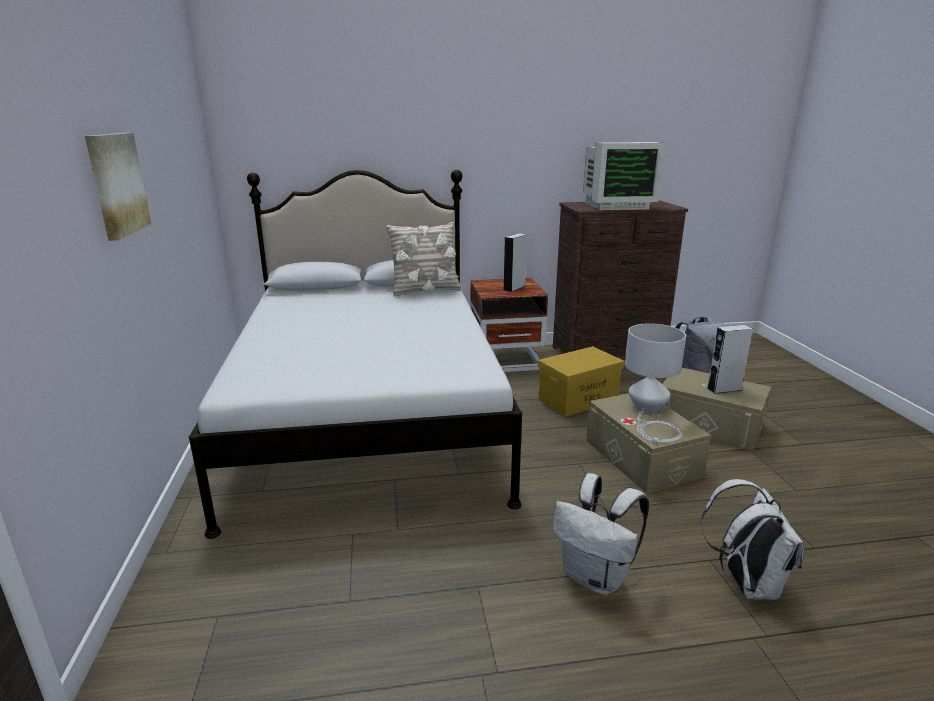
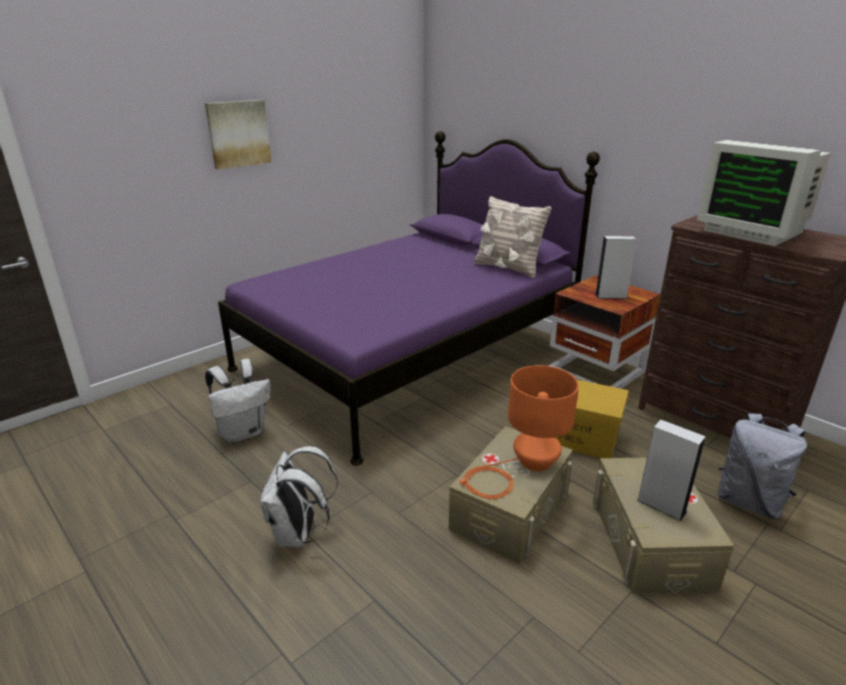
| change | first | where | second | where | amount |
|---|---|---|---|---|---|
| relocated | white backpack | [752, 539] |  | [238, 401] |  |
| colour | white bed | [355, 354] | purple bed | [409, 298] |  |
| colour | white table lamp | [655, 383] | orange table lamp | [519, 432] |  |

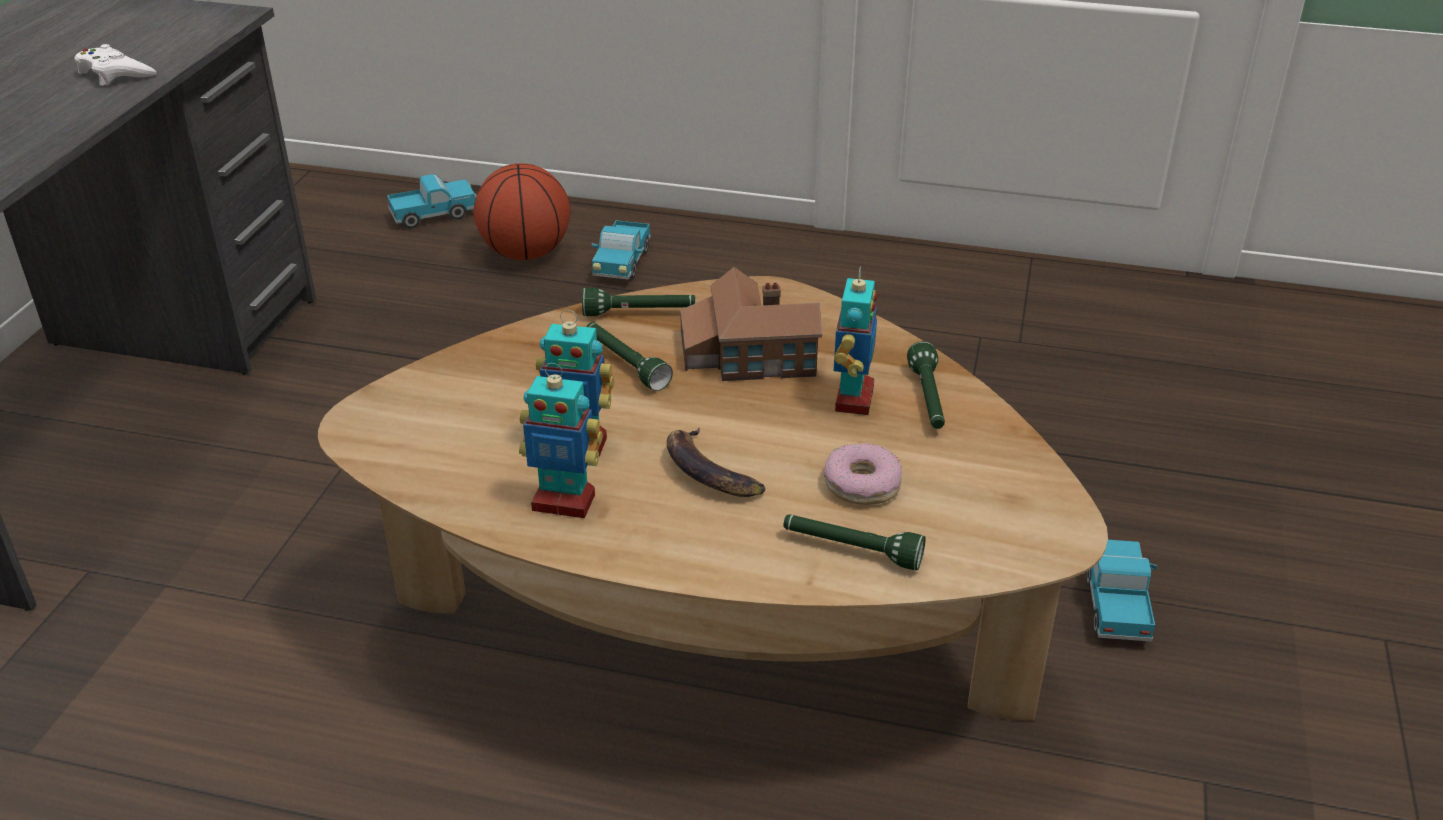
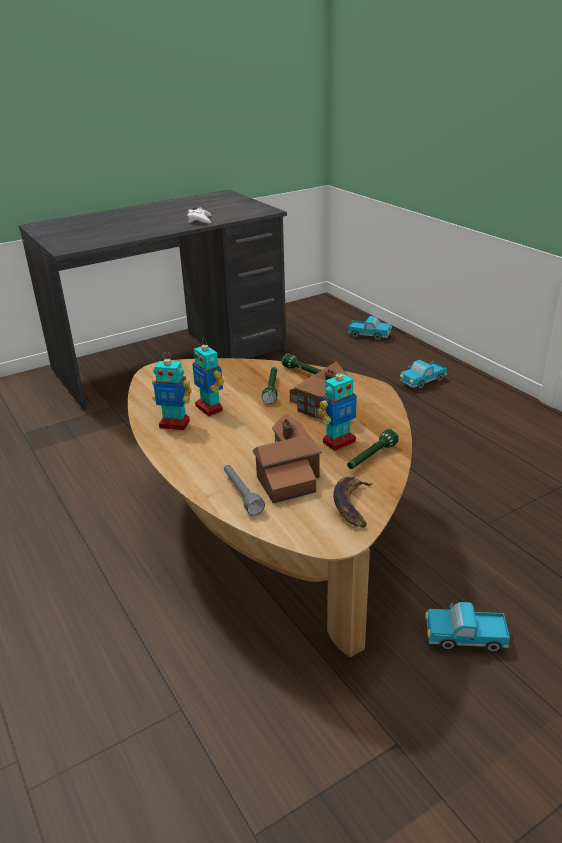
| change | first | where | second | where | amount |
|---|---|---|---|---|---|
| missing | basketball | [522, 211] |  |  |  |
| relocated | banana | [716, 462] |  | [353, 502] |  |
| exchanged | donut | [863, 474] | toy house | [287, 458] |  |
| colour | green flashlight | [854, 542] | grey flashlight | [244, 490] |  |
| spun | toy robot | [560, 440] |  | [172, 391] | 45 degrees counterclockwise |
| spun | toy truck | [1121, 591] |  | [467, 627] | 135 degrees counterclockwise |

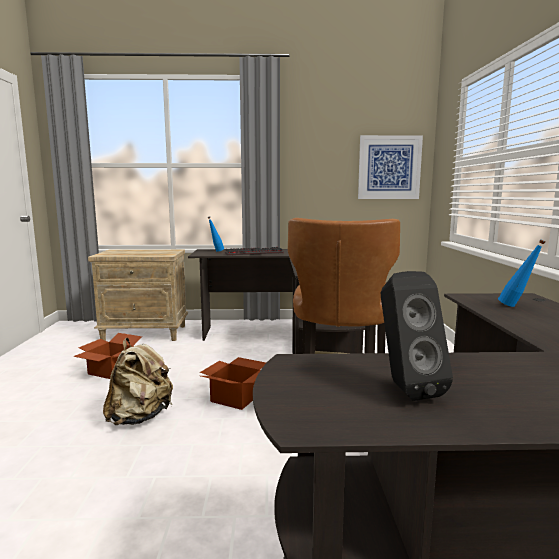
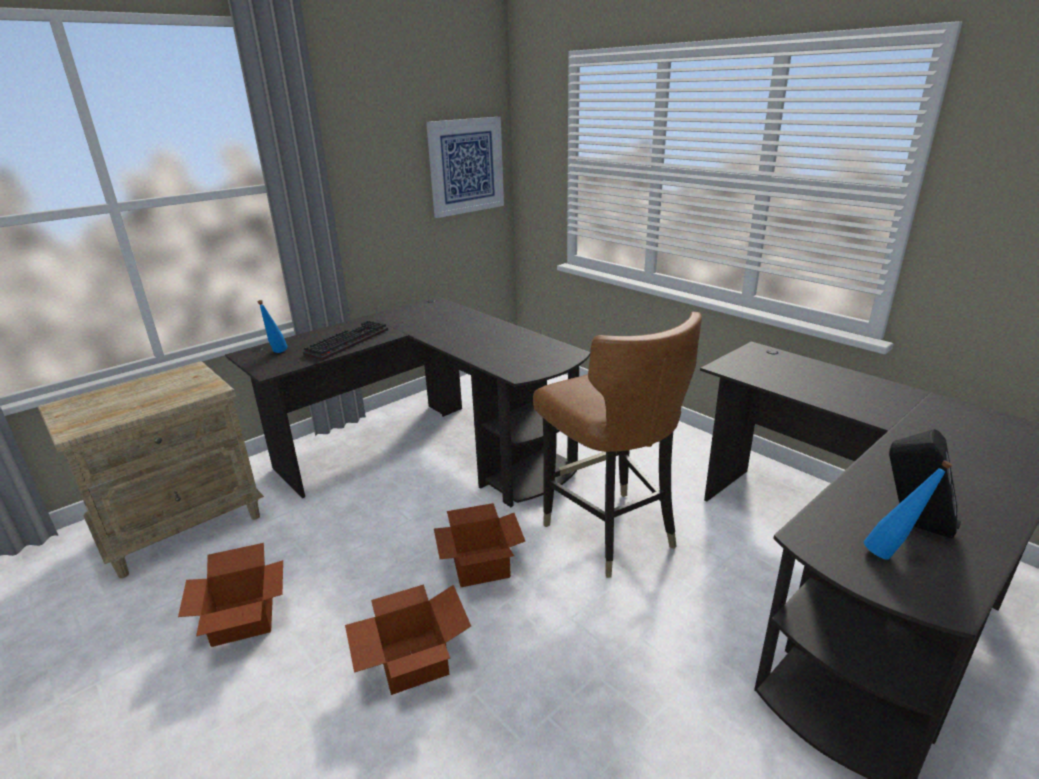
| change | first | where | second | where | amount |
|---|---|---|---|---|---|
| relocated | blue bottle | [522, 273] |  | [908, 510] |  |
| exchanged | beige backpack | [138, 381] | cardboard box | [408, 639] |  |

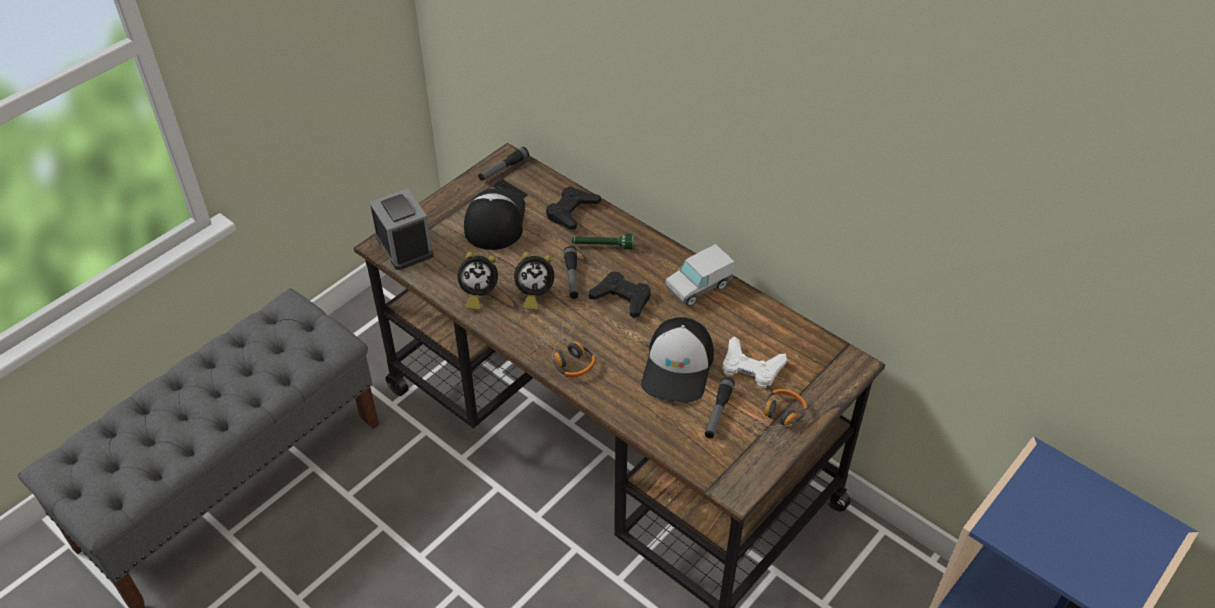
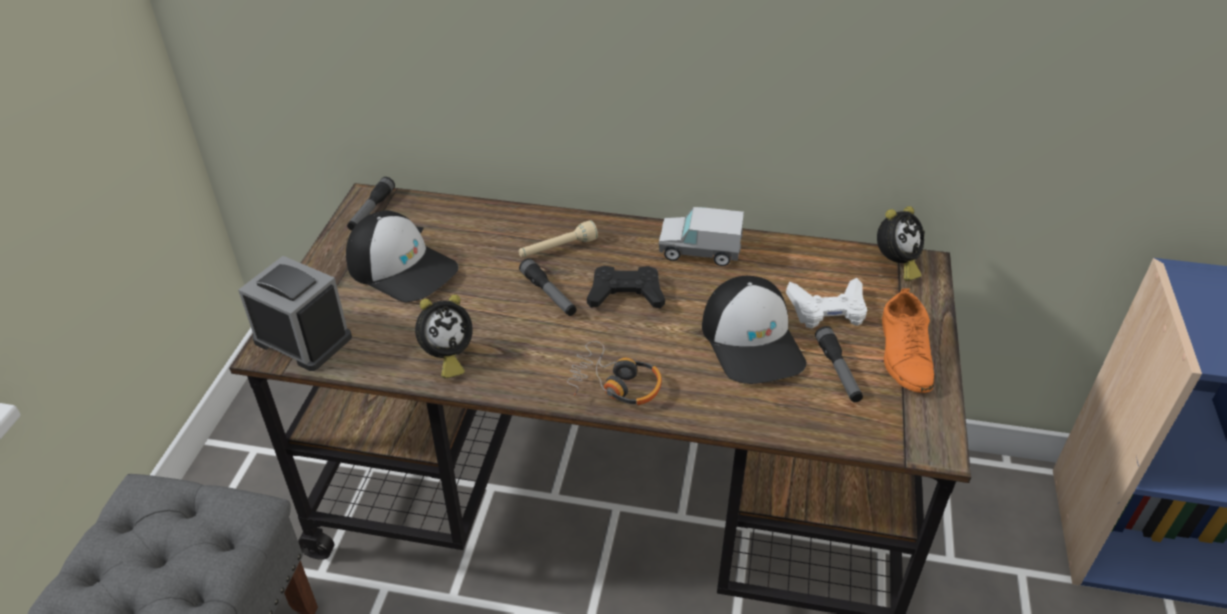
| change | first | where | second | where | amount |
|---|---|---|---|---|---|
| missing | black game controller | [573, 208] |  |  |  |
| relocated | alarm clock | [534, 281] |  | [901, 243] |  |
| exchanged | headphones | [772, 417] | orange shoe | [908, 341] |  |
| colour | green flashlight | [603, 242] | beige flashlight | [558, 238] |  |
| spun | cap | [494, 219] |  | [402, 256] | 150 degrees clockwise |
| spun | toy truck | [700, 275] |  | [701, 236] | 75 degrees clockwise |

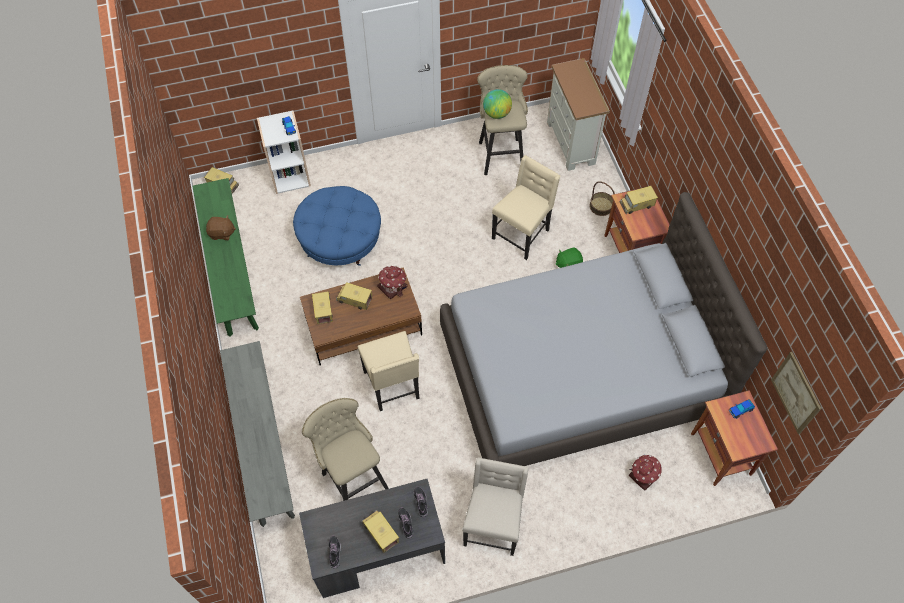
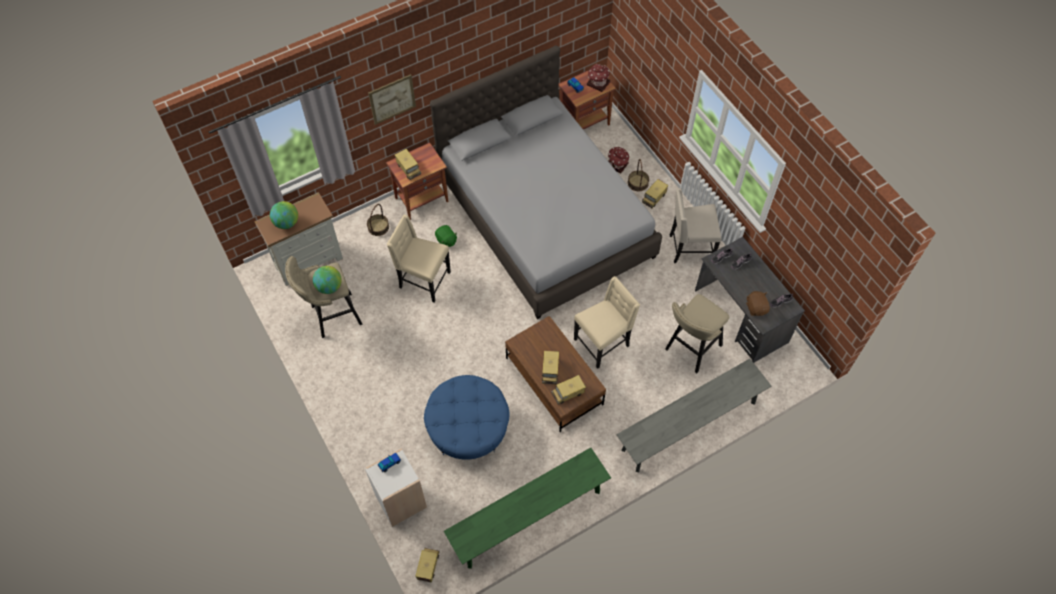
| change | first | where | second | where | amount |
|---|---|---|---|---|---|
| appeared |  |  | globe | [284, 215] |  |
| appeared |  |  | basket | [638, 175] |  |
| relocated | brown plush toy | [221, 227] |  | [758, 303] |  |
| relocated | toy truck | [380, 531] |  | [655, 194] |  |
| relocated | toy house | [392, 282] |  | [598, 78] |  |
| relocated | picture | [796, 393] |  | [392, 99] |  |

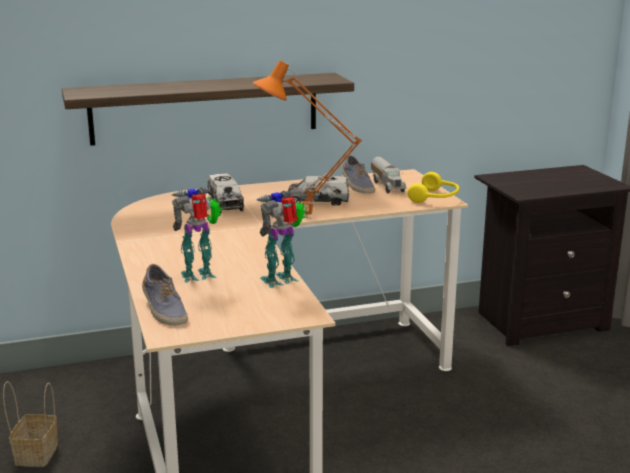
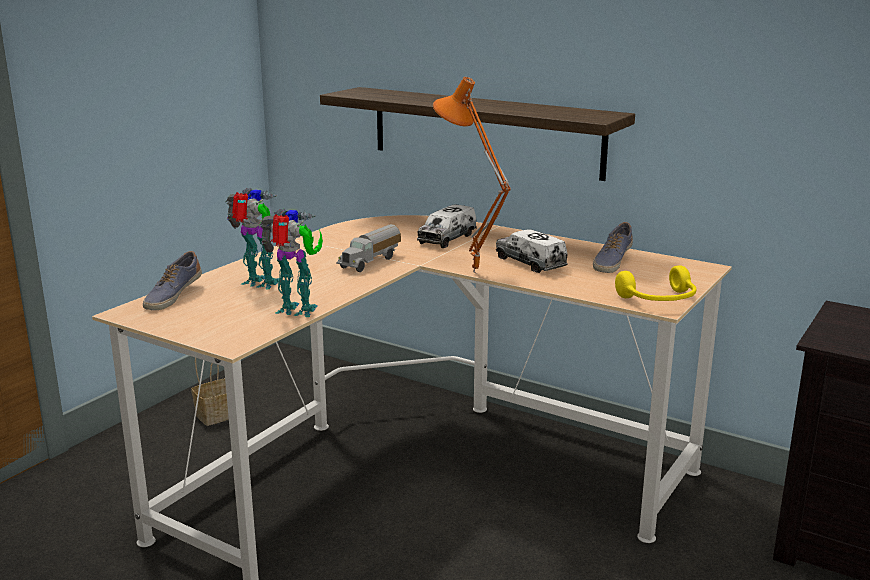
| change | first | where | second | where | amount |
|---|---|---|---|---|---|
| relocated | toy truck | [389, 174] |  | [368, 248] |  |

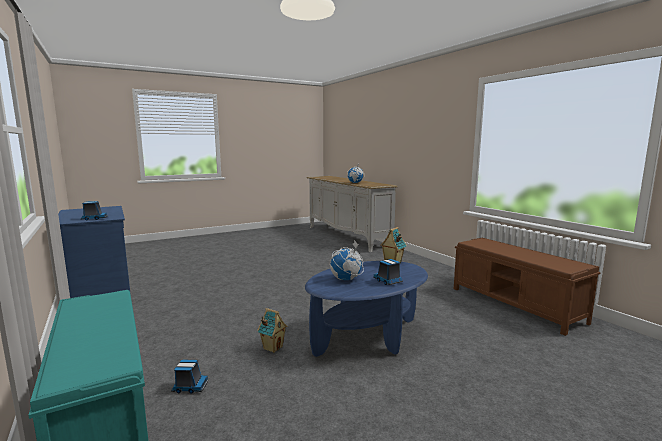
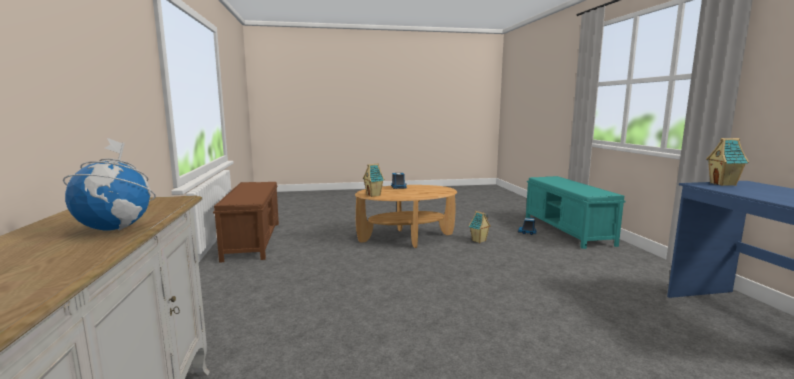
| change | first | where | second | where | amount |
|---|---|---|---|---|---|
| missing | globe | [347, 260] |  |  |  |
| exchanged | toy truck | [94, 211] | toy house | [727, 162] |  |
| colour | blue coffee table | [366, 309] | brown coffee table | [406, 216] |  |

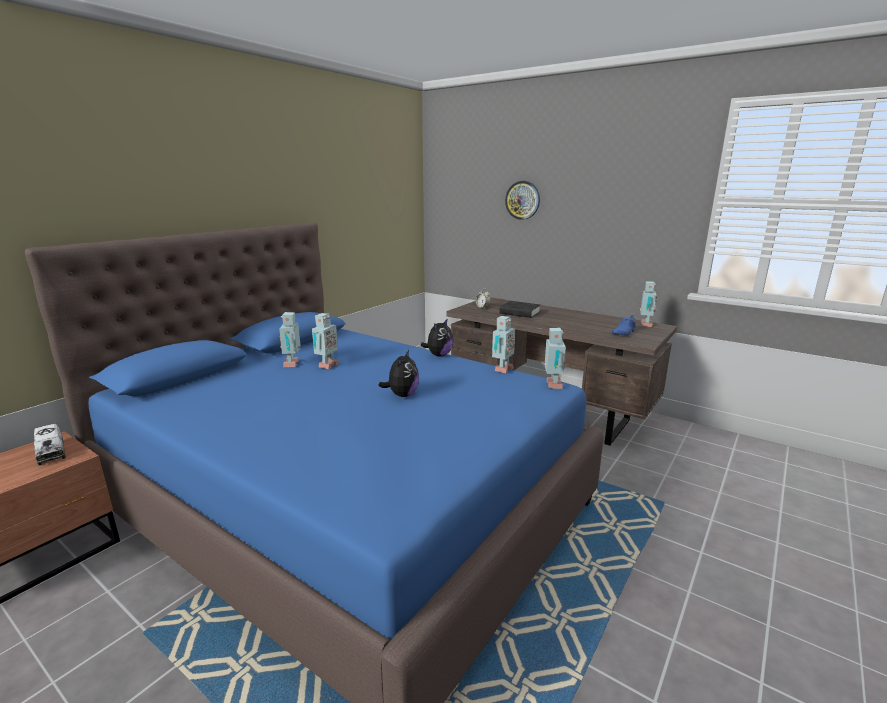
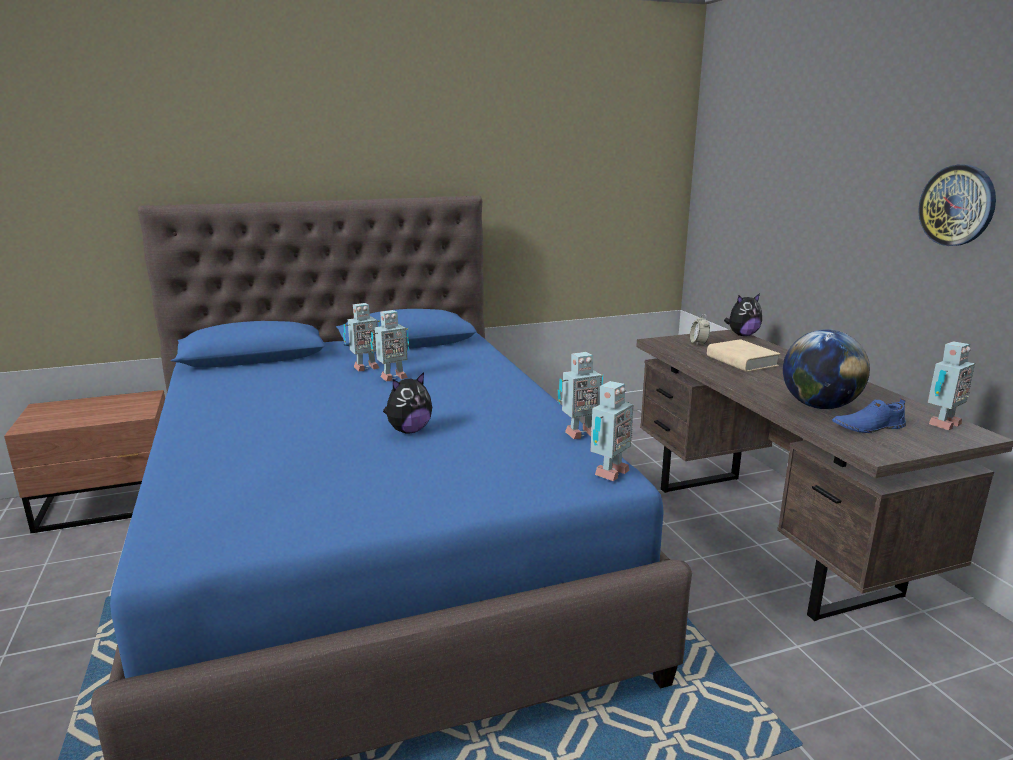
| change | first | where | second | where | amount |
|---|---|---|---|---|---|
| missing | toy truck | [50, 444] |  |  |  |
| appeared |  |  | globe | [826, 369] |  |
| relocated | plush toy | [437, 337] |  | [743, 314] |  |
| relocated | wall clock | [522, 200] |  | [957, 205] |  |
| colour | black book | [519, 309] | beige book | [743, 355] |  |
| spun | toy robot | [290, 339] |  | [361, 337] | 150 degrees counterclockwise |

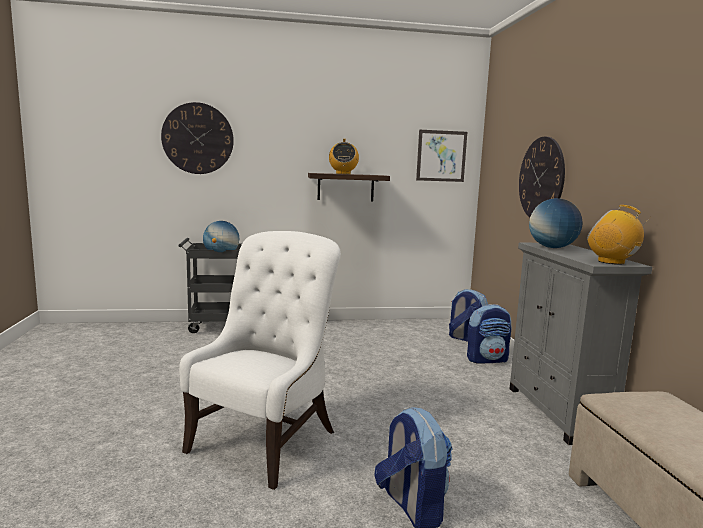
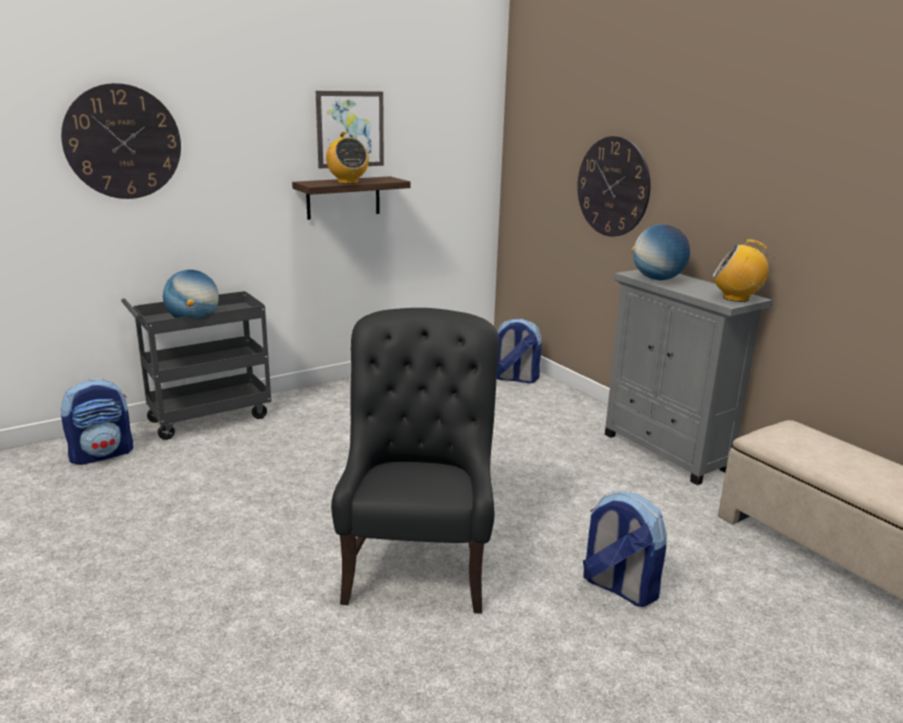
| change | first | where | second | where | amount |
|---|---|---|---|---|---|
| relocated | picture | [441, 156] |  | [350, 130] |  |
| relocated | backpack | [489, 333] |  | [96, 421] |  |
| colour | white chair | [260, 360] | black chair | [415, 461] |  |

